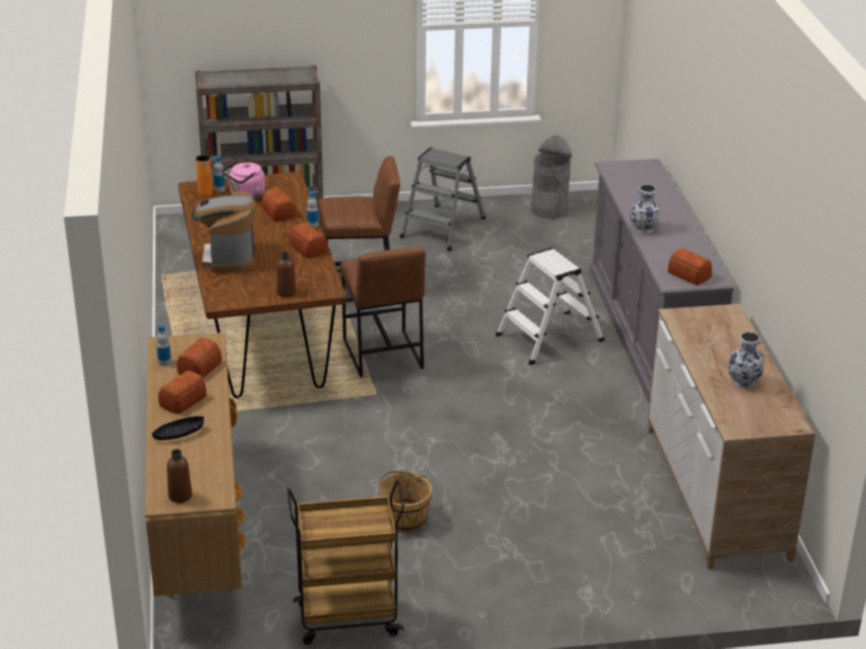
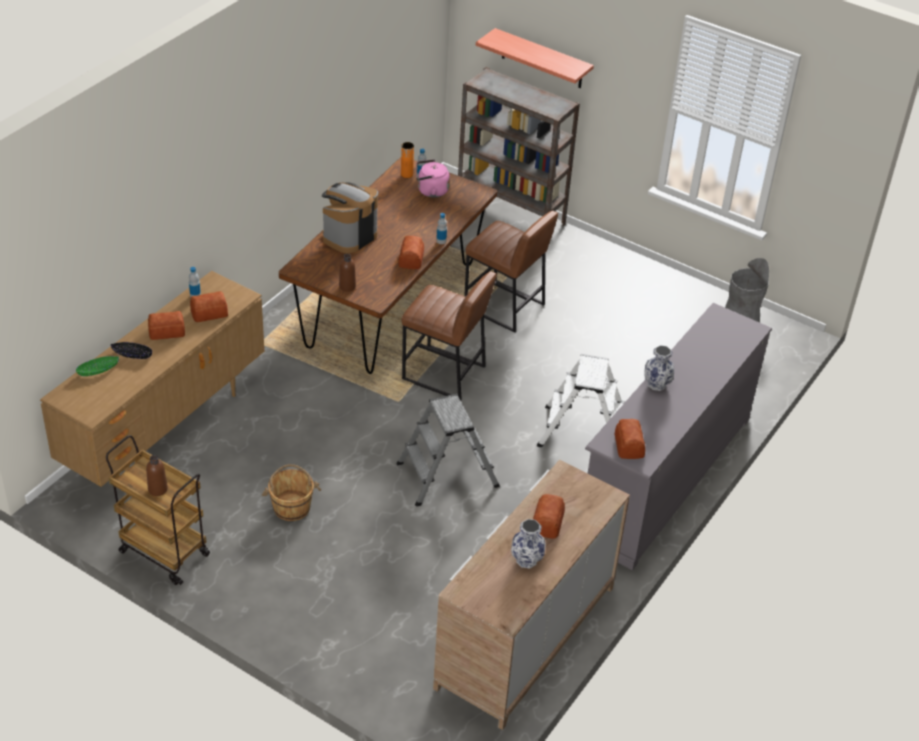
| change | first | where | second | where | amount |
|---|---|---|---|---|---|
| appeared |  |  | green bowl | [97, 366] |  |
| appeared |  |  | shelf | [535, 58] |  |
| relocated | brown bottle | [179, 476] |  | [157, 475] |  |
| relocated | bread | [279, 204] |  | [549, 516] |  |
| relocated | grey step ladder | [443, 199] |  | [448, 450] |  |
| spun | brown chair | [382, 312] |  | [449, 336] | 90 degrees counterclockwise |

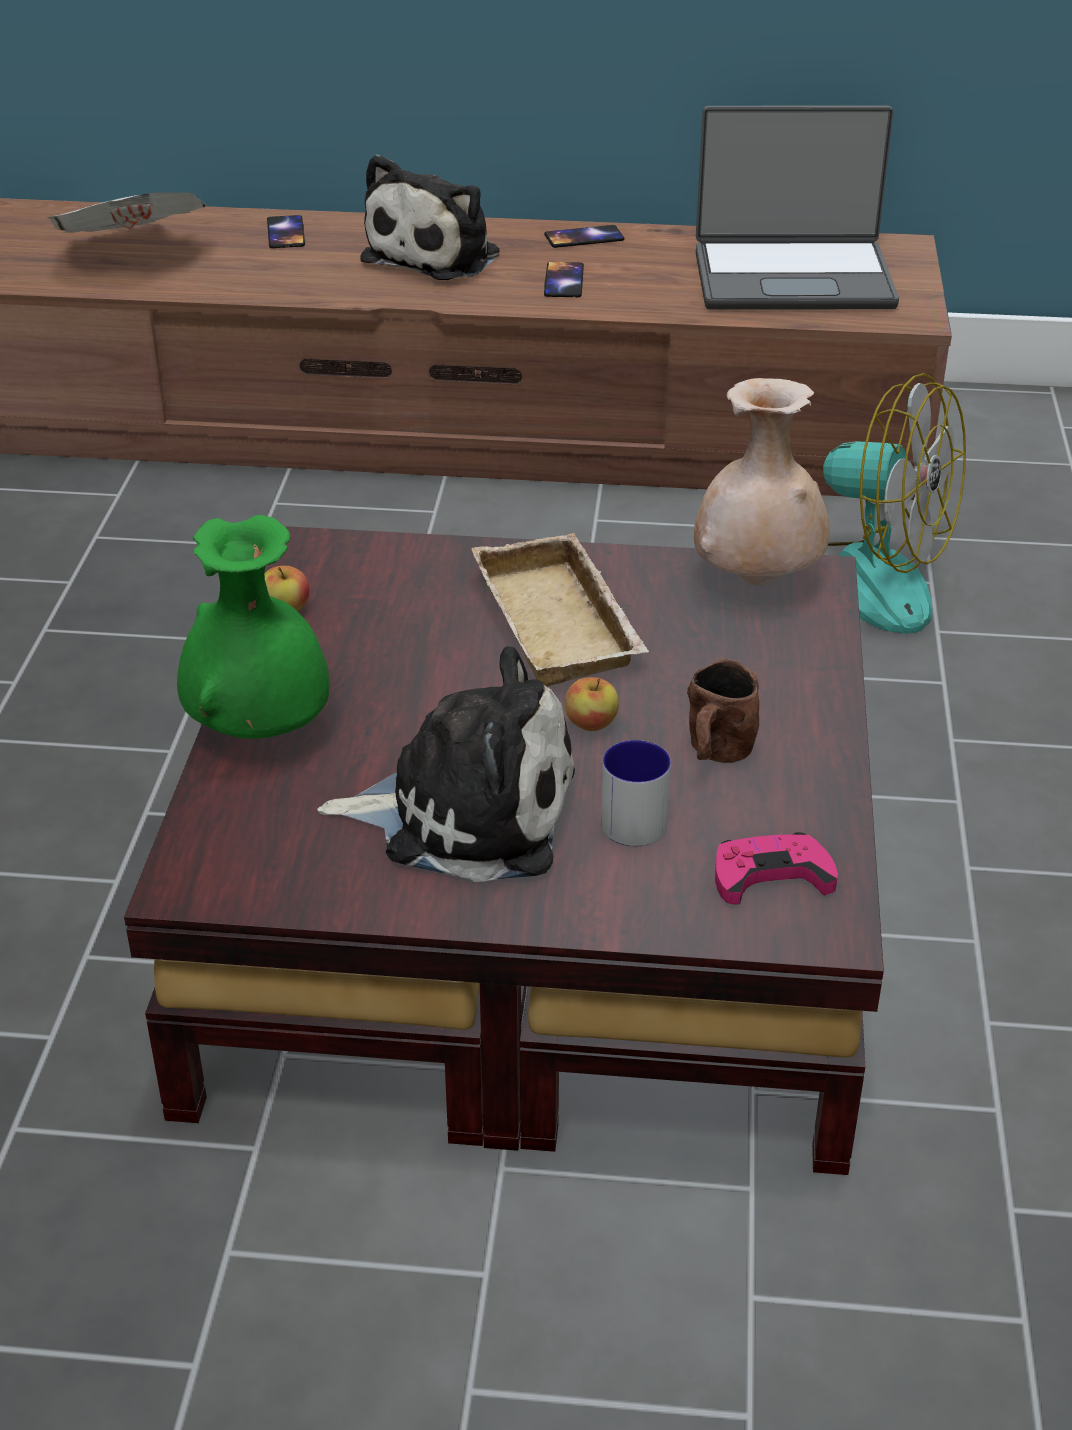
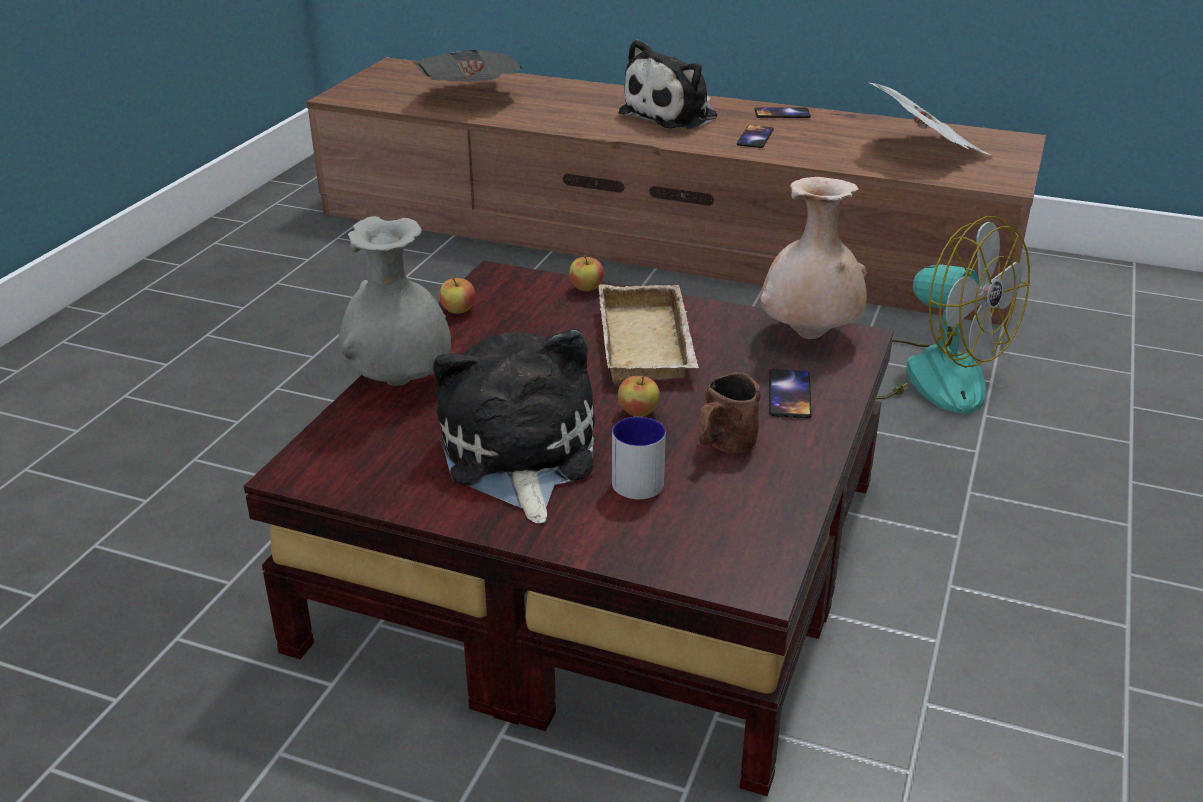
| change | first | where | second | where | amount |
|---|---|---|---|---|---|
| missing | pink game controller | [776, 868] |  |  |  |
| appeared |  |  | apple | [586, 273] |  |
| relocated | phone | [286, 231] |  | [790, 393] |  |
| exchanged | laptop | [797, 207] | newspaper | [931, 119] |  |
| colour | green vase | [253, 627] | grey vase | [395, 301] |  |
| spun | plush toy | [446, 764] |  | [514, 426] | 120 degrees counterclockwise |

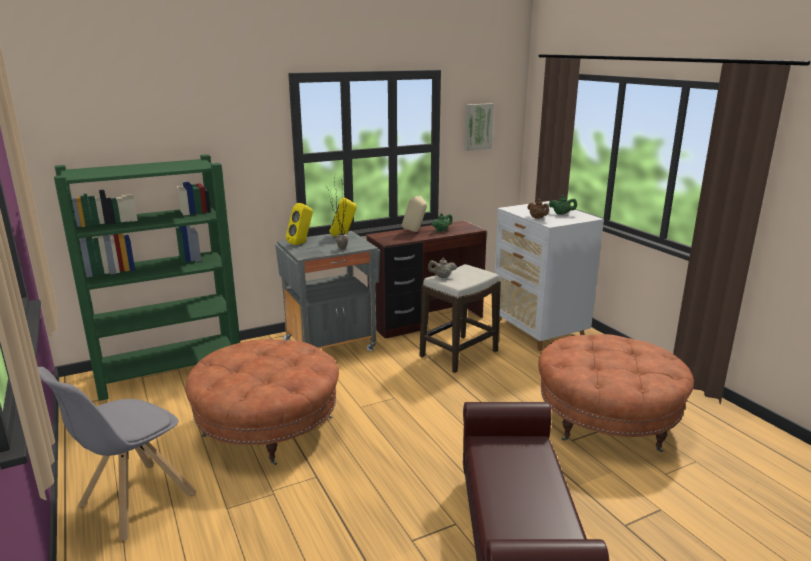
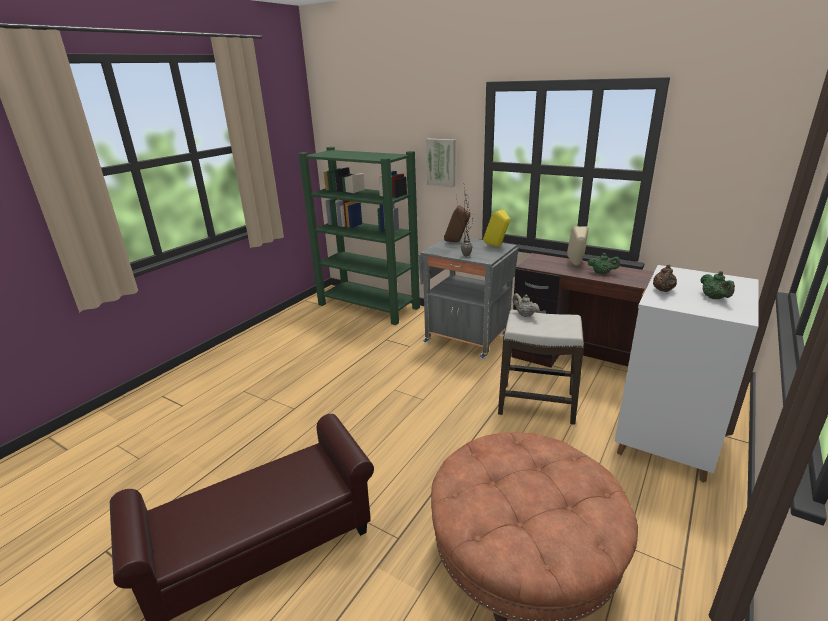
| change | first | where | second | where | amount |
|---|---|---|---|---|---|
| missing | grey chair | [117, 454] |  |  |  |
| missing | brown ottoman | [262, 402] |  |  |  |
| relocated | picture | [479, 127] |  | [440, 163] |  |
| colour | yellow speaker | [299, 224] | brown speaker | [457, 223] |  |

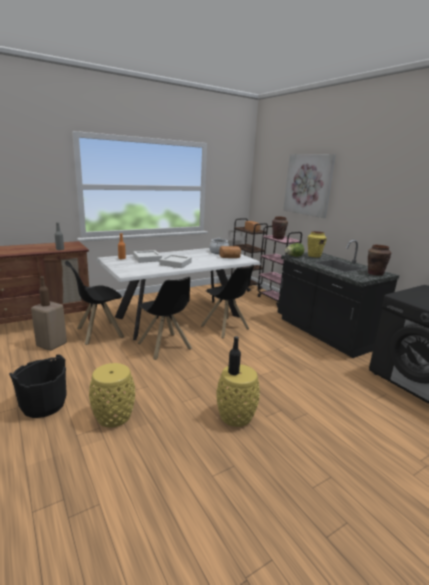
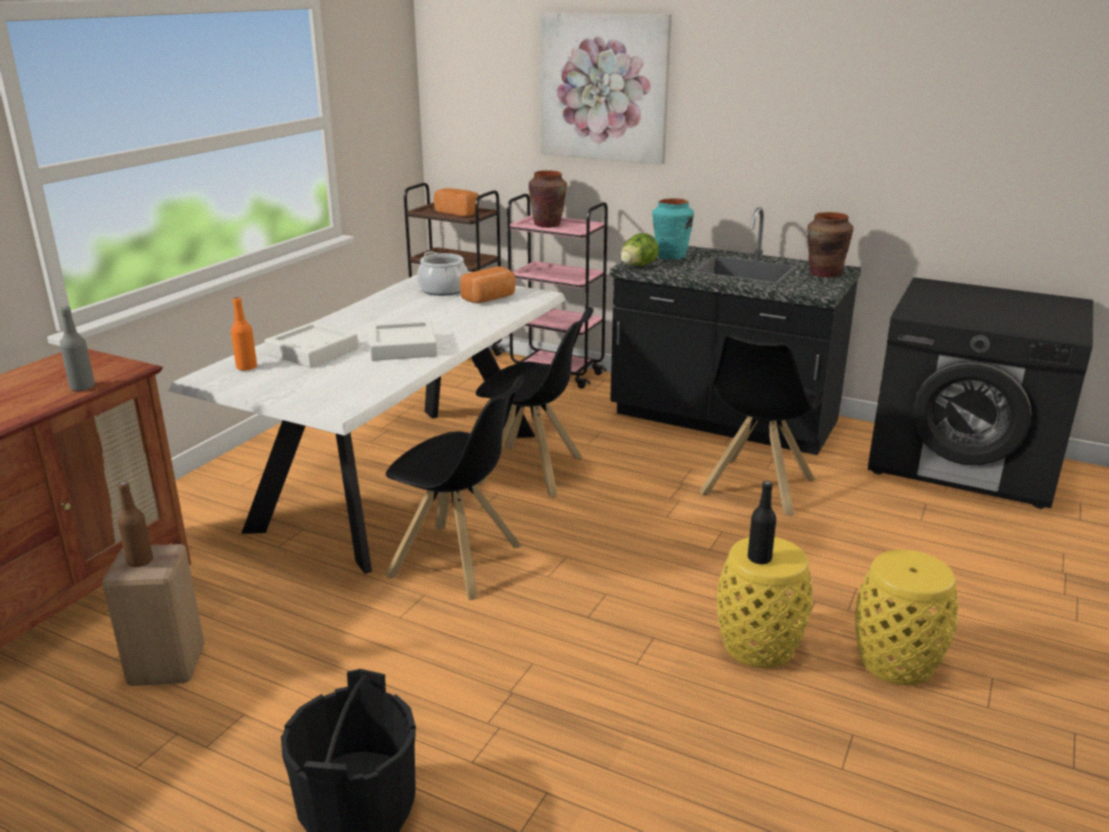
| change | first | where | second | where | amount |
|---|---|---|---|---|---|
| relocated | black chair | [94, 303] |  | [760, 425] |  |
| relocated | yellow stool | [112, 395] |  | [906, 617] |  |
| colour | yellow vase | [317, 244] | turquoise vase | [673, 228] |  |

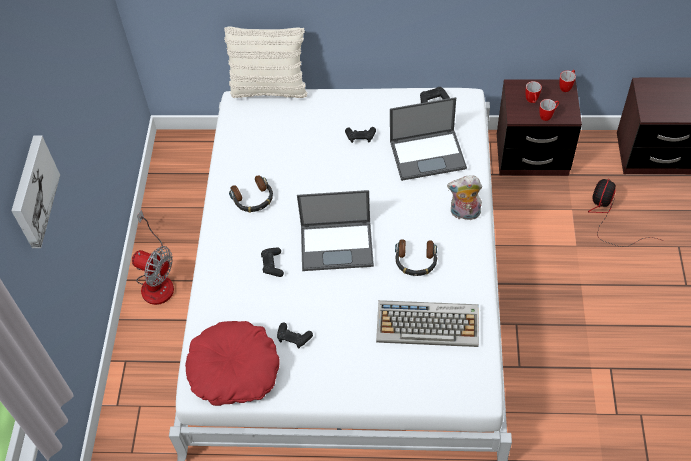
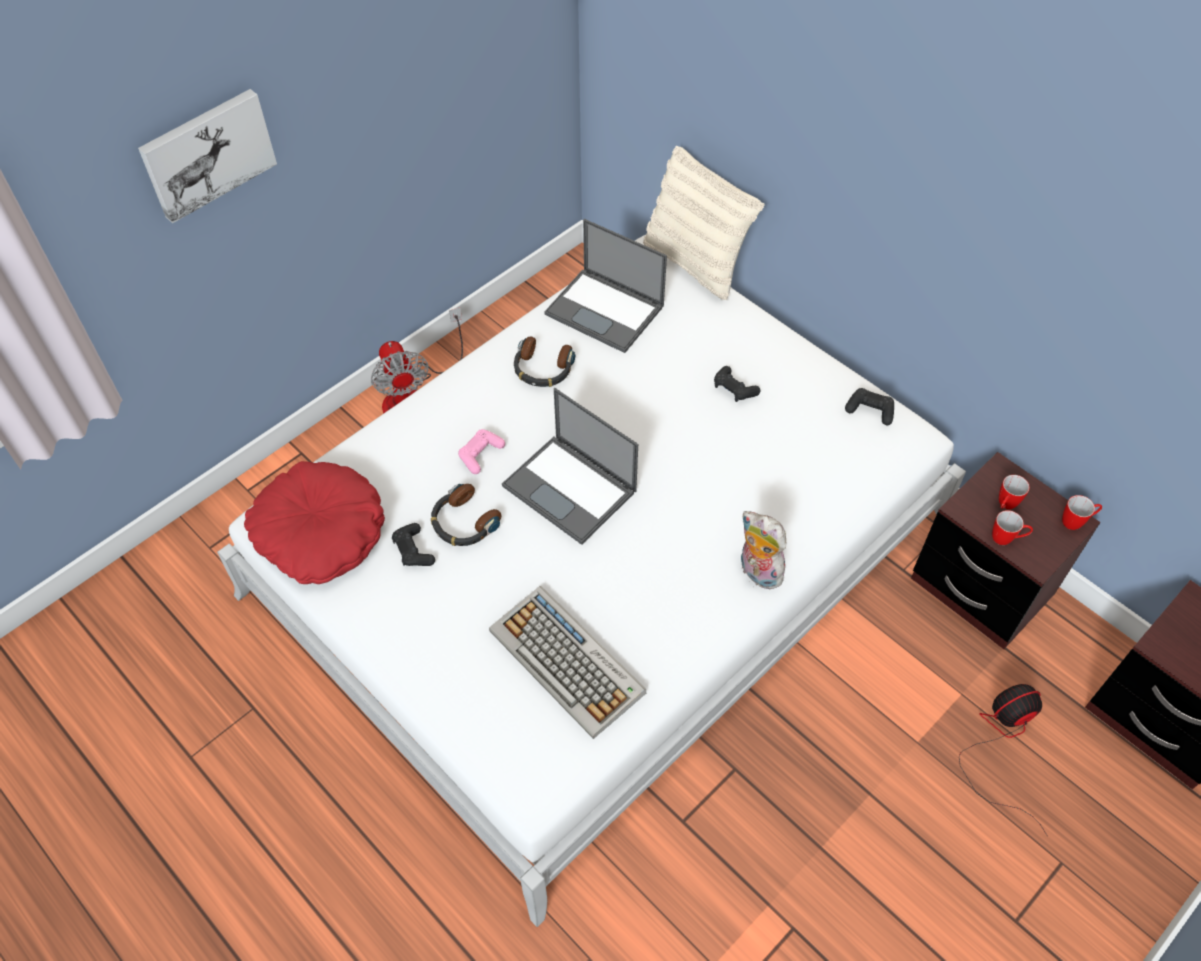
| change | first | where | second | where | amount |
|---|---|---|---|---|---|
| relocated | laptop | [428, 139] |  | [605, 286] |  |
| relocated | headphones | [416, 257] |  | [466, 515] |  |
| colour | black game controller | [272, 262] | pink game controller | [481, 451] |  |

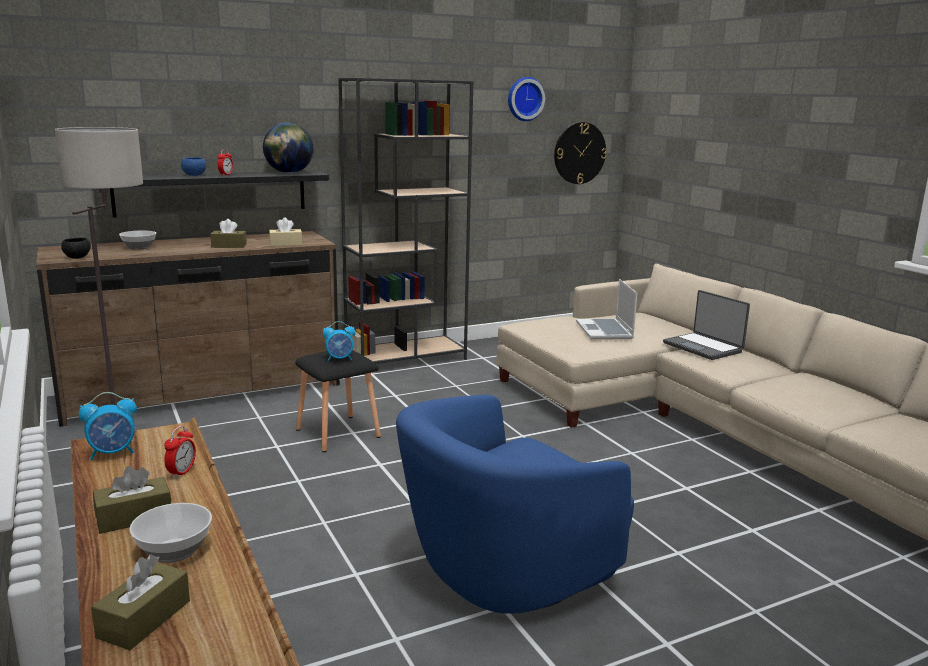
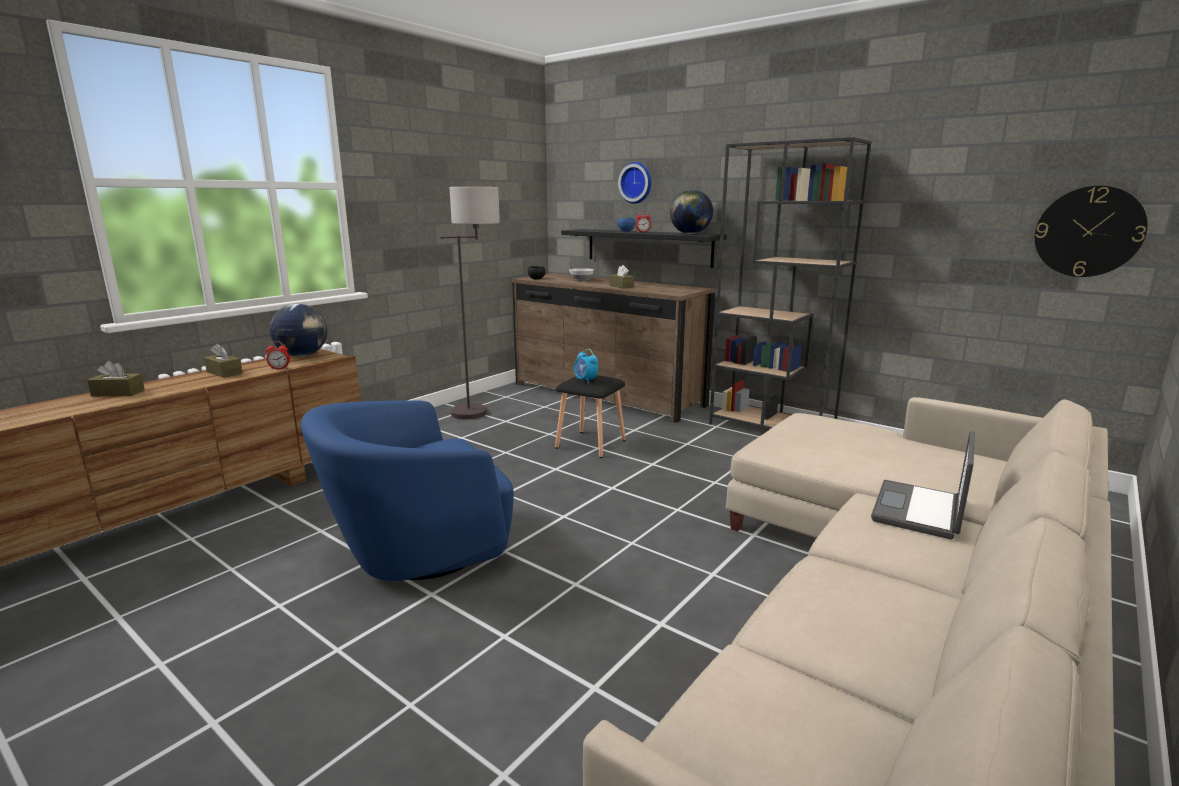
| change | first | where | second | where | amount |
|---|---|---|---|---|---|
| missing | bowl | [170, 533] |  |  |  |
| missing | beige tissue box | [285, 231] |  |  |  |
| missing | laptop | [607, 309] |  |  |  |
| relocated | wall clock | [526, 99] |  | [635, 183] |  |
| exchanged | alarm clock | [108, 426] | globe | [298, 330] |  |
| spun | blue armchair | [515, 504] |  | [407, 490] | 60 degrees counterclockwise |

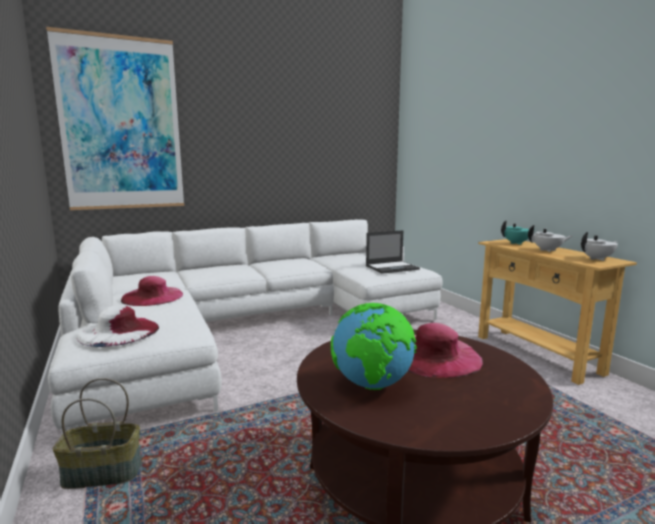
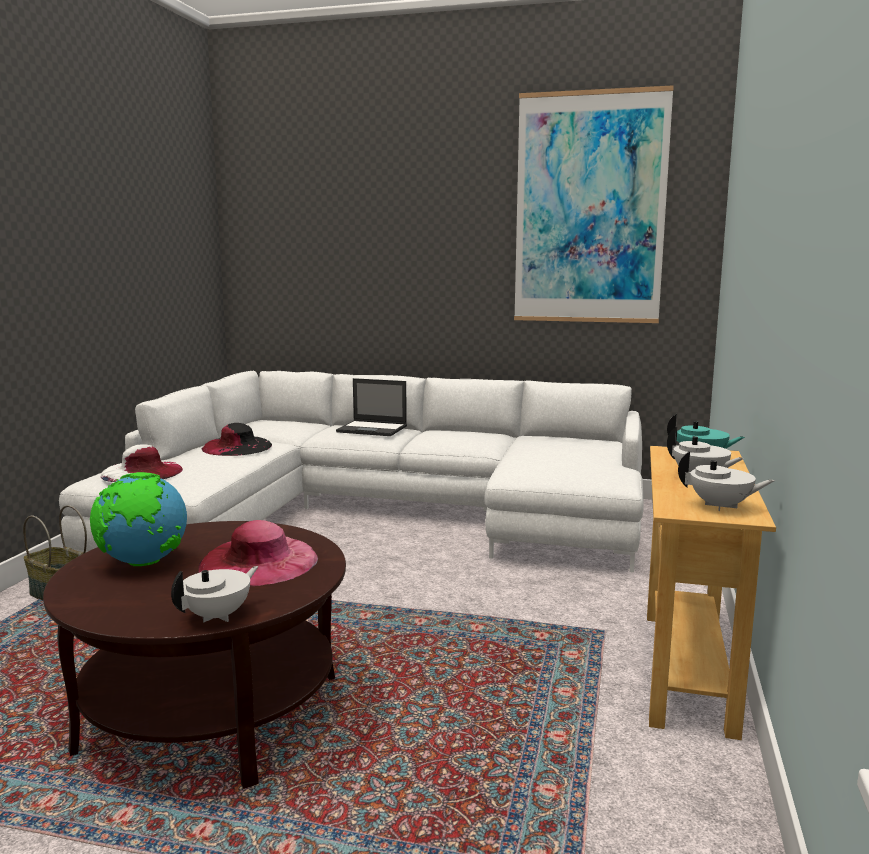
| change | first | where | second | where | amount |
|---|---|---|---|---|---|
| appeared |  |  | white teapot | [214, 594] |  |
| relocated | picture | [115, 118] |  | [594, 204] |  |
| relocated | laptop | [393, 252] |  | [371, 407] |  |
| colour | pink hat | [152, 291] | black hat | [237, 439] |  |

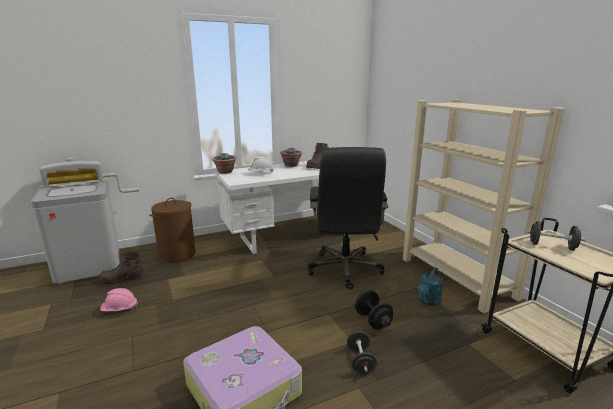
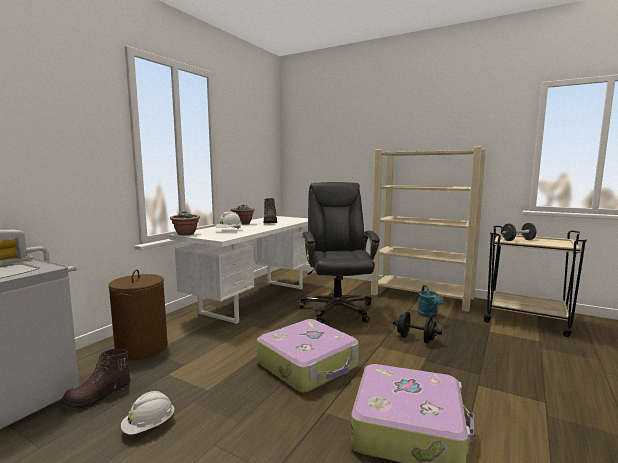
| change | first | where | second | where | amount |
|---|---|---|---|---|---|
| missing | black dumbbell | [362, 352] |  |  |  |
| appeared |  |  | suitcase | [308, 356] |  |
| colour | pink hard hat | [119, 299] | white hard hat | [147, 413] |  |
| spun | black office chair | [348, 218] |  | [340, 252] | 150 degrees counterclockwise |

